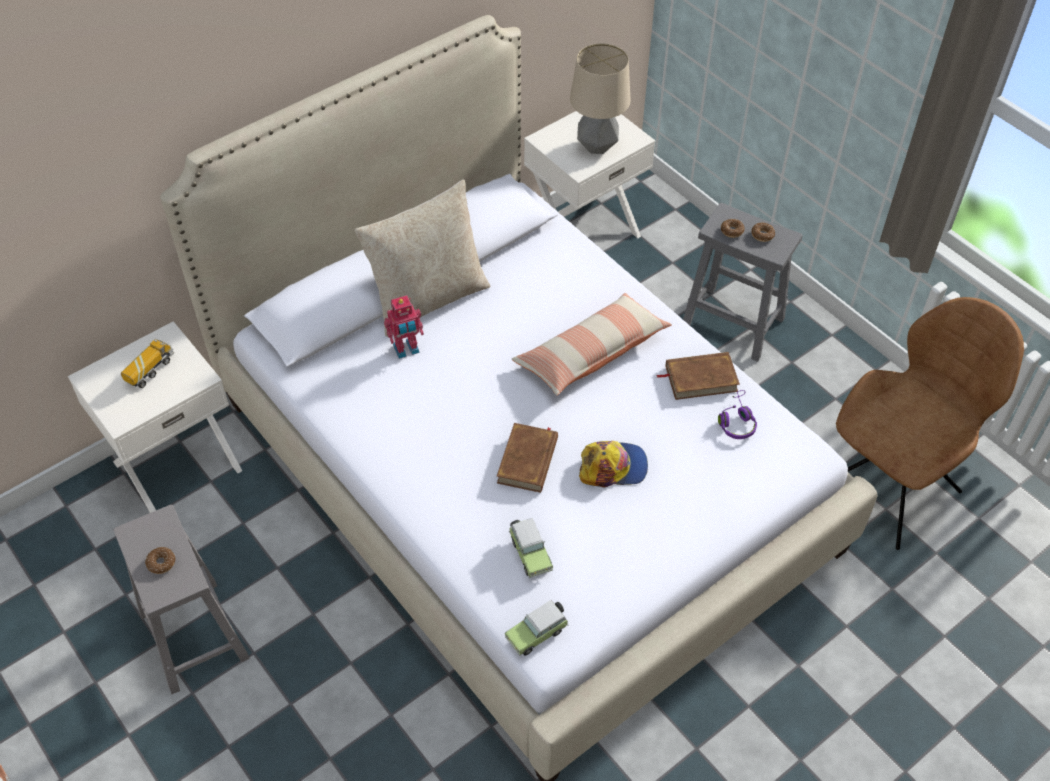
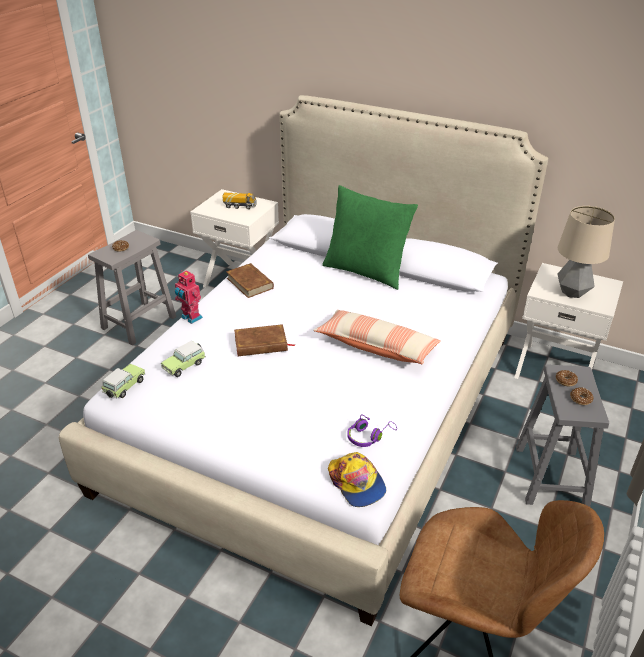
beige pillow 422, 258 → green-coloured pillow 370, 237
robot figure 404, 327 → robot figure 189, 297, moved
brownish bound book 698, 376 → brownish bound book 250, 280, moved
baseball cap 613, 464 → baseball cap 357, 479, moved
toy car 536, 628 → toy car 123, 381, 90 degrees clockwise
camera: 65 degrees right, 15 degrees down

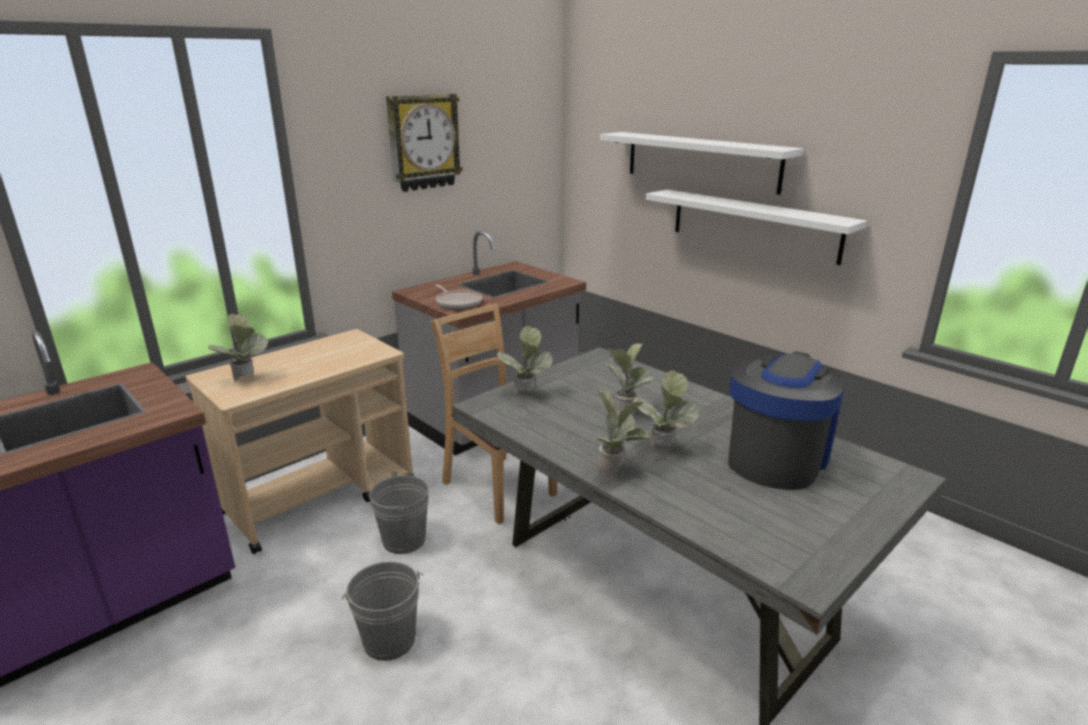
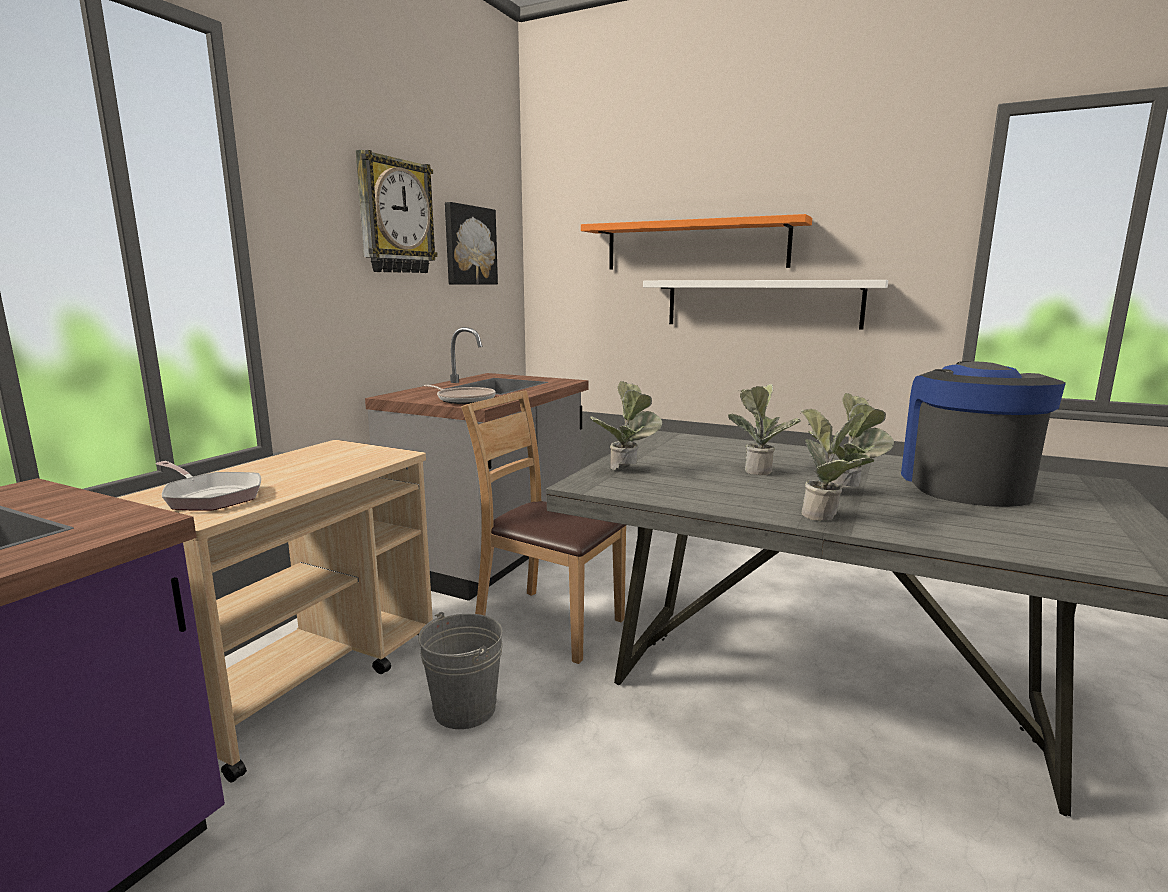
white bracket shelf 702, 163 → orange-coloured bracket shelf 696, 242
potted plant 238, 347 → pan 208, 486
gray water bucket 382, 611 → -
- → wall picture 471, 243
camera: 20 degrees left, 10 degrees down

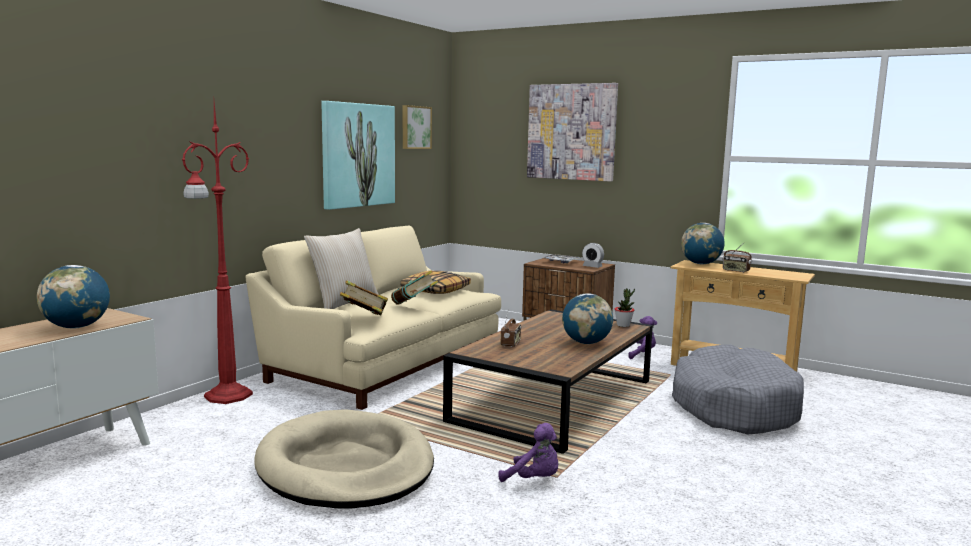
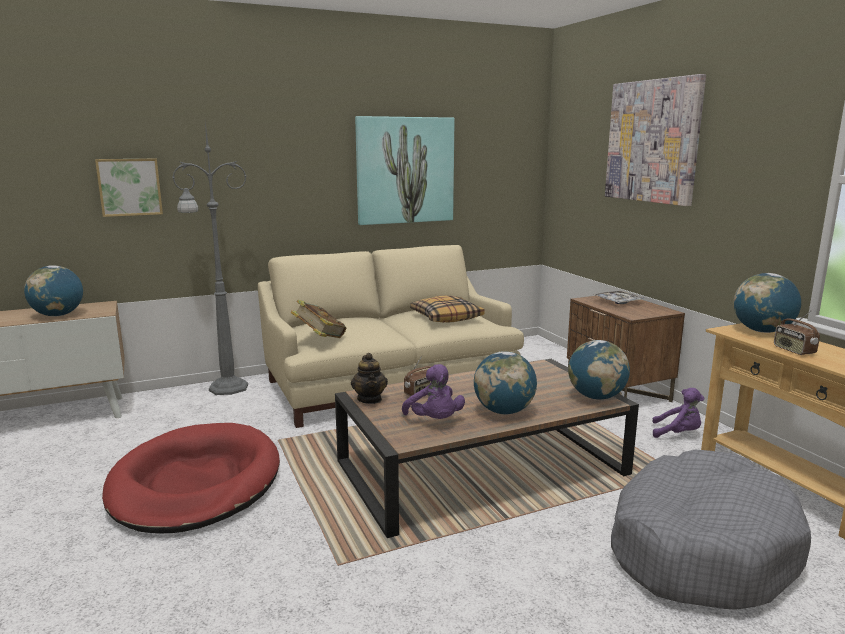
red-coloured standard lamp 217, 253 → gray standard lamp 210, 258
wall picture 417, 127 → wall picture 129, 188, moved
beige pillow 341, 268 → -
bedside clock 593, 255 → -
bound book 414, 287 → -
potted plant 625, 308 → globe 599, 370
beige pet bed 344, 458 → red-coloured pet bed 191, 478
purple-coloured cuddly toy 528, 452 → purple-coloured cuddly toy 433, 391, moved
- → pot for tea 369, 378
camera: 35 degrees right, 5 degrees up

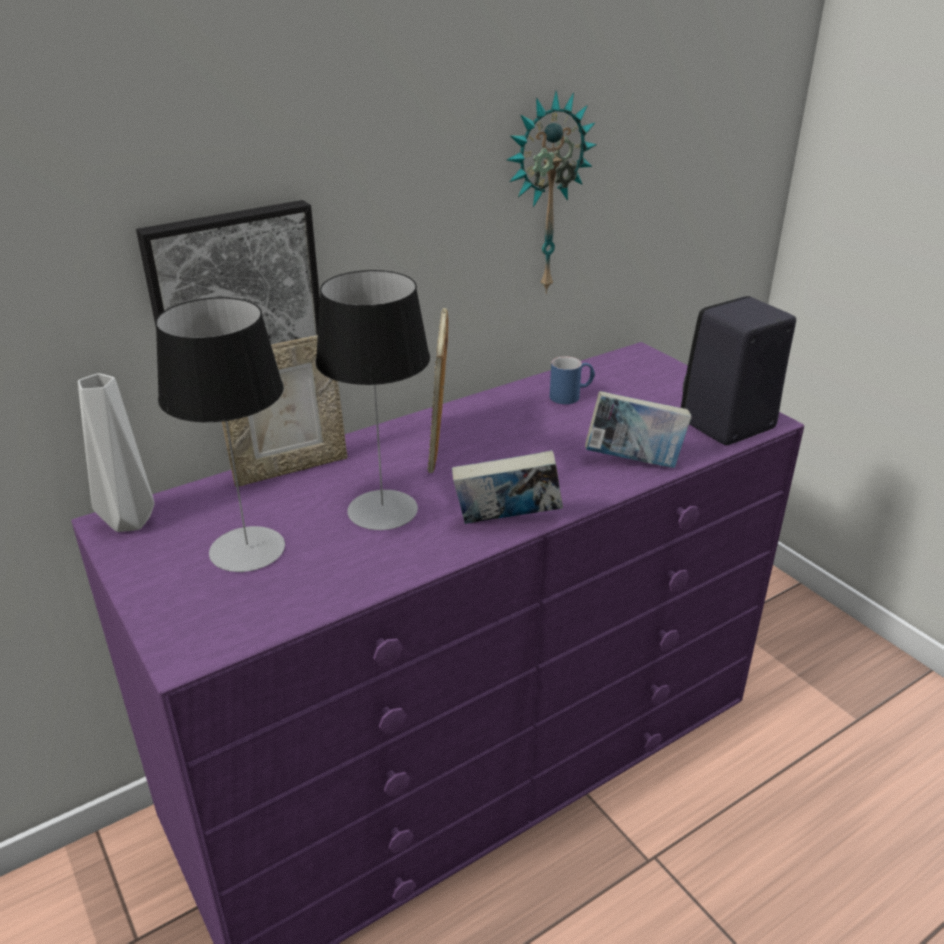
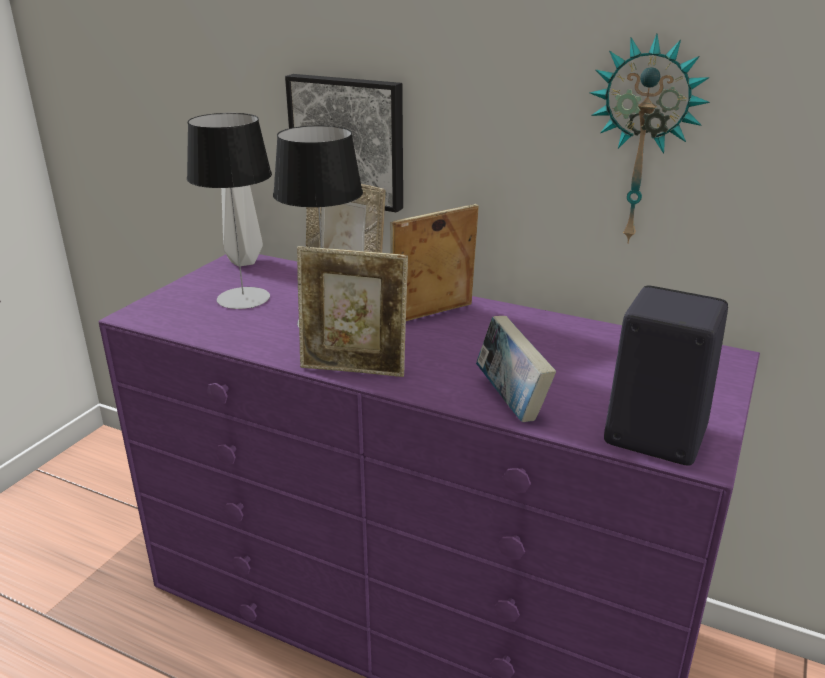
blue-coloured coffee mug 572, 380 → -
bound book 507, 487 → standing frame 352, 311
camera: 60 degrees right, 5 degrees down

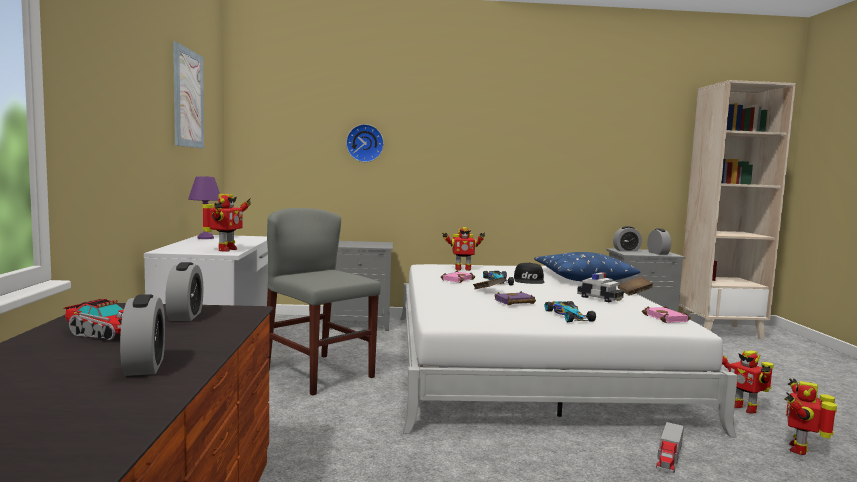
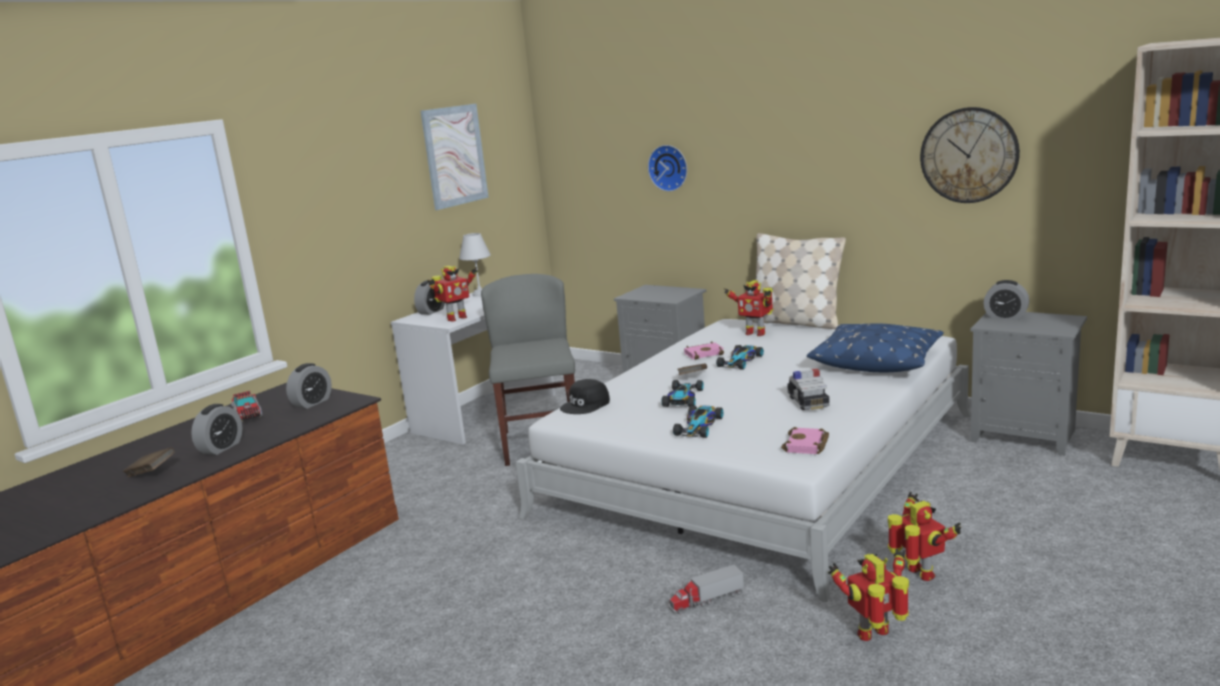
purple-coloured table lamp 204, 207 → white table lamp 475, 265
bedside clock 659, 241 → bedside clock 429, 297, moved
black baseball cap 529, 273 → black baseball cap 585, 396, moved
brownish bound book 635, 286 → brownish bound book 149, 462, moved
purple-coloured bound book 515, 298 → toy car 682, 393
robot figure 748, 381 → robot figure 924, 536, 150 degrees clockwise
- → hanging clock 970, 155
- → beige pillow 799, 281
camera: 40 degrees right, 10 degrees up

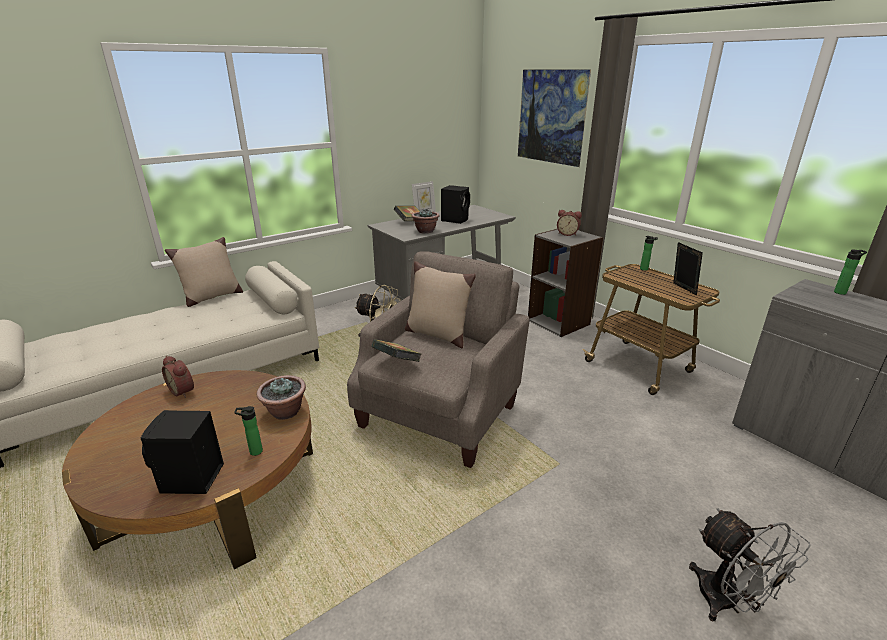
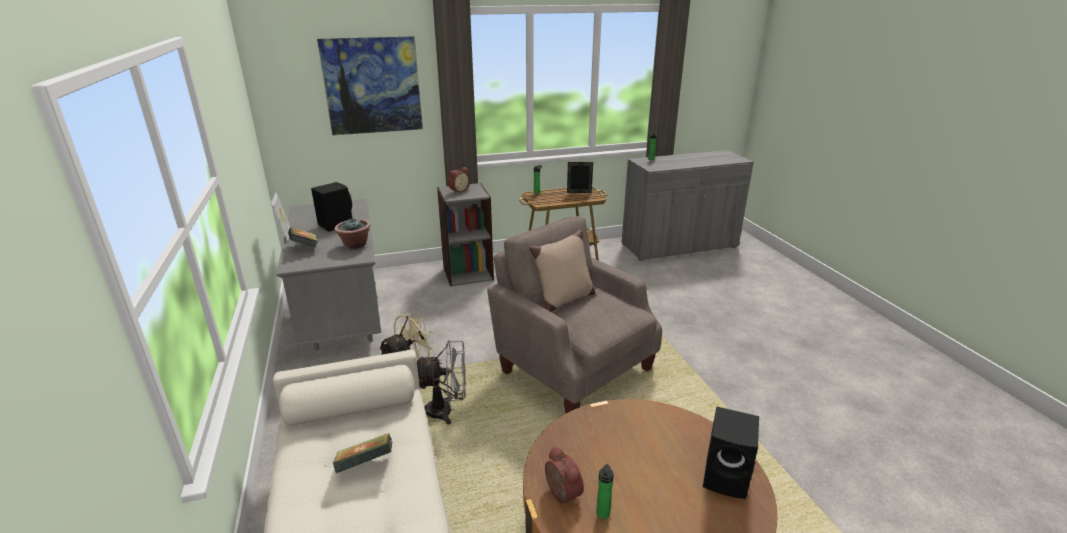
beige pillow 204, 272 → -
bound book 396, 350 → bound book 362, 453, moved
bedside clock 178, 377 → bedside clock 564, 475, 90 degrees counterclockwise
potted plant 281, 397 → -
beverage bottle 249, 431 → beverage bottle 605, 491, moved
gray fan 750, 565 → gray fan 441, 382, moved
camera: 70 degrees left, 0 degrees up

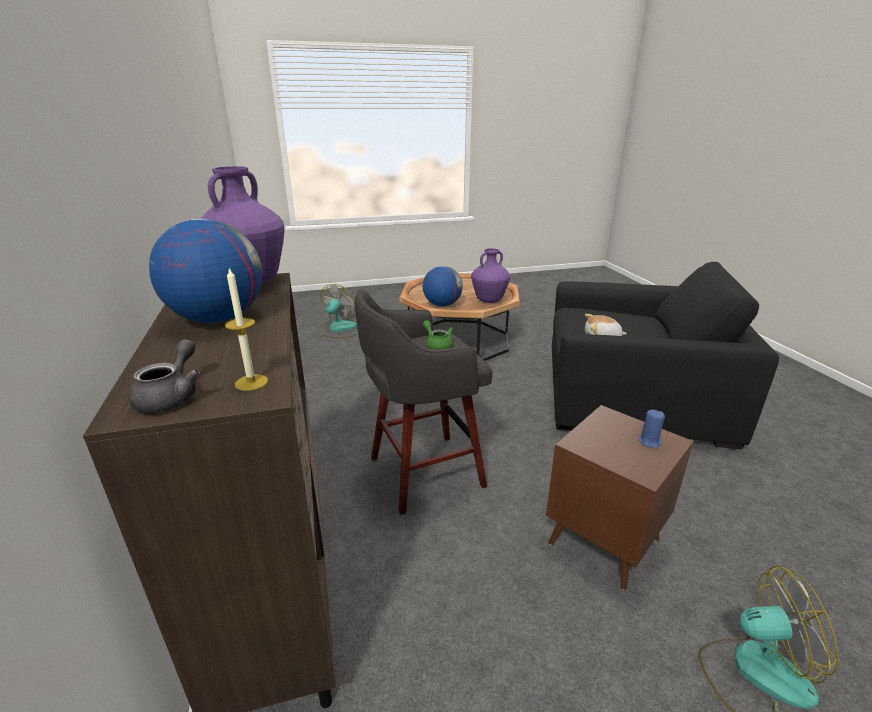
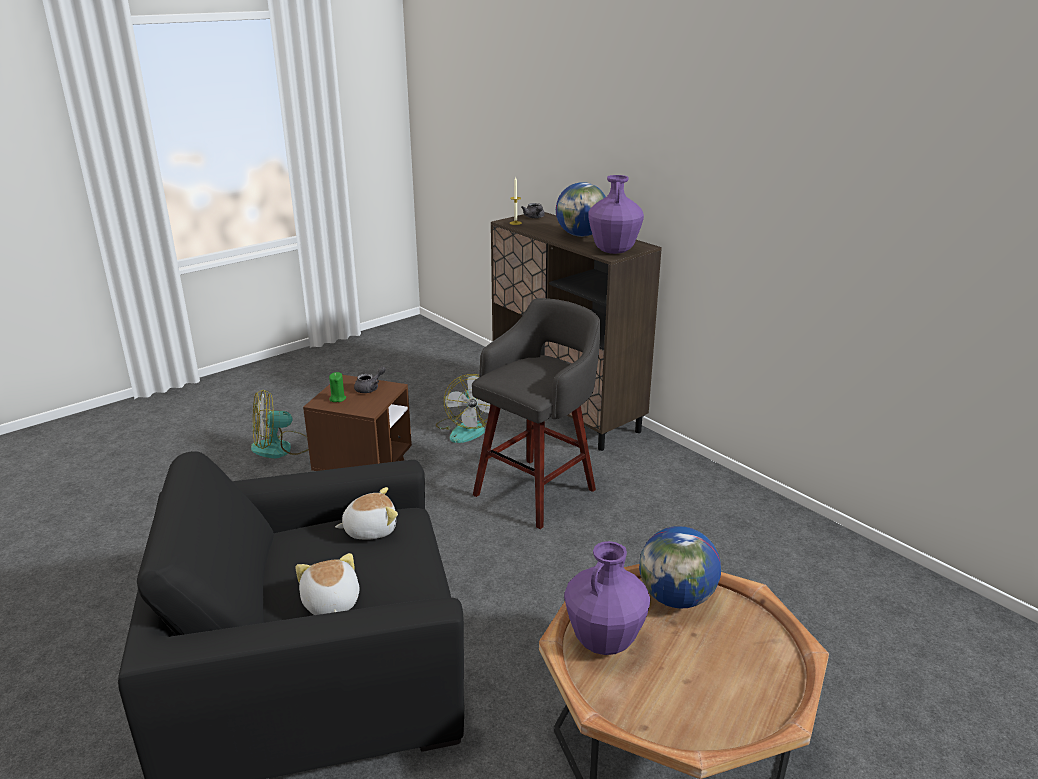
fan 339, 311 → fan 463, 408, moved
green-coloured pot for tea 438, 334 → -
blue-coloured candle 651, 429 → green-coloured candle 337, 387
- → gray pot for tea 370, 379
- → cuddly toy 327, 584
camera: 155 degrees right, 0 degrees up

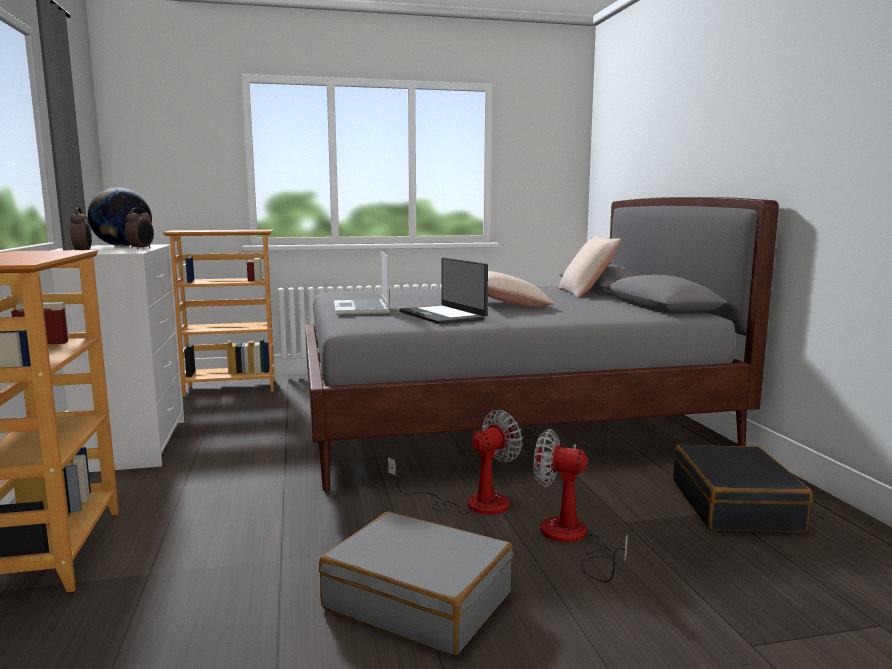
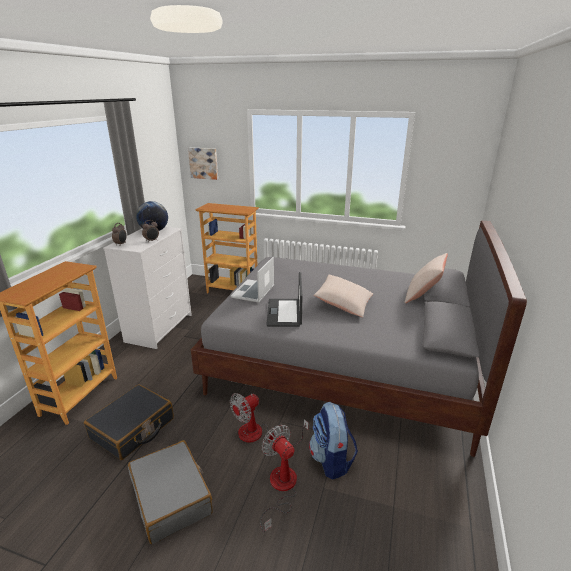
fan 455, 462 → fan 269, 419, 150 degrees clockwise
black piece of luggage 743, 489 → black piece of luggage 129, 422, moved
- → wall picture 203, 163
- → rucksack 333, 440
camera: 30 degrees right, 15 degrees up

